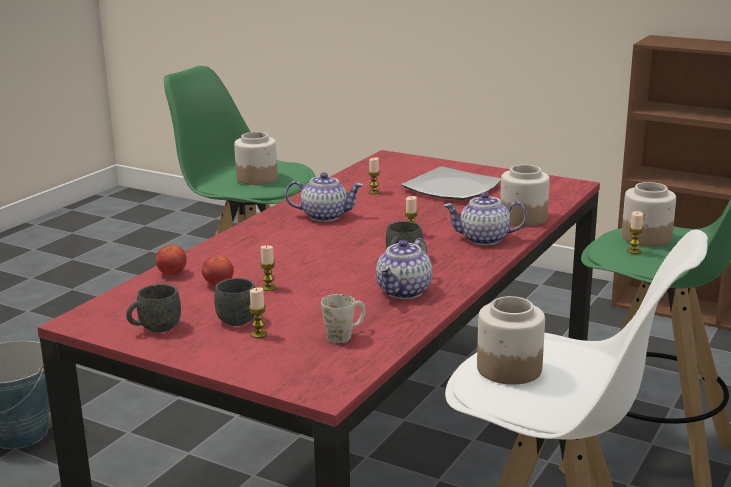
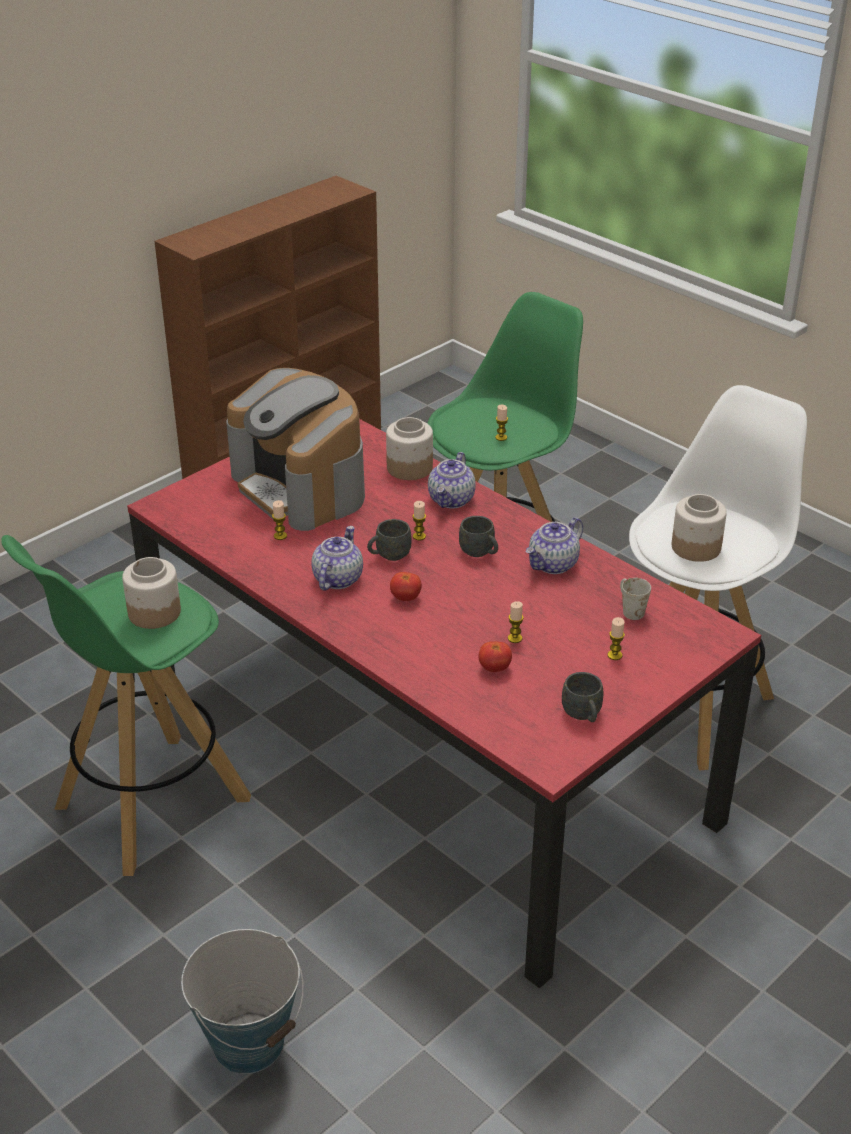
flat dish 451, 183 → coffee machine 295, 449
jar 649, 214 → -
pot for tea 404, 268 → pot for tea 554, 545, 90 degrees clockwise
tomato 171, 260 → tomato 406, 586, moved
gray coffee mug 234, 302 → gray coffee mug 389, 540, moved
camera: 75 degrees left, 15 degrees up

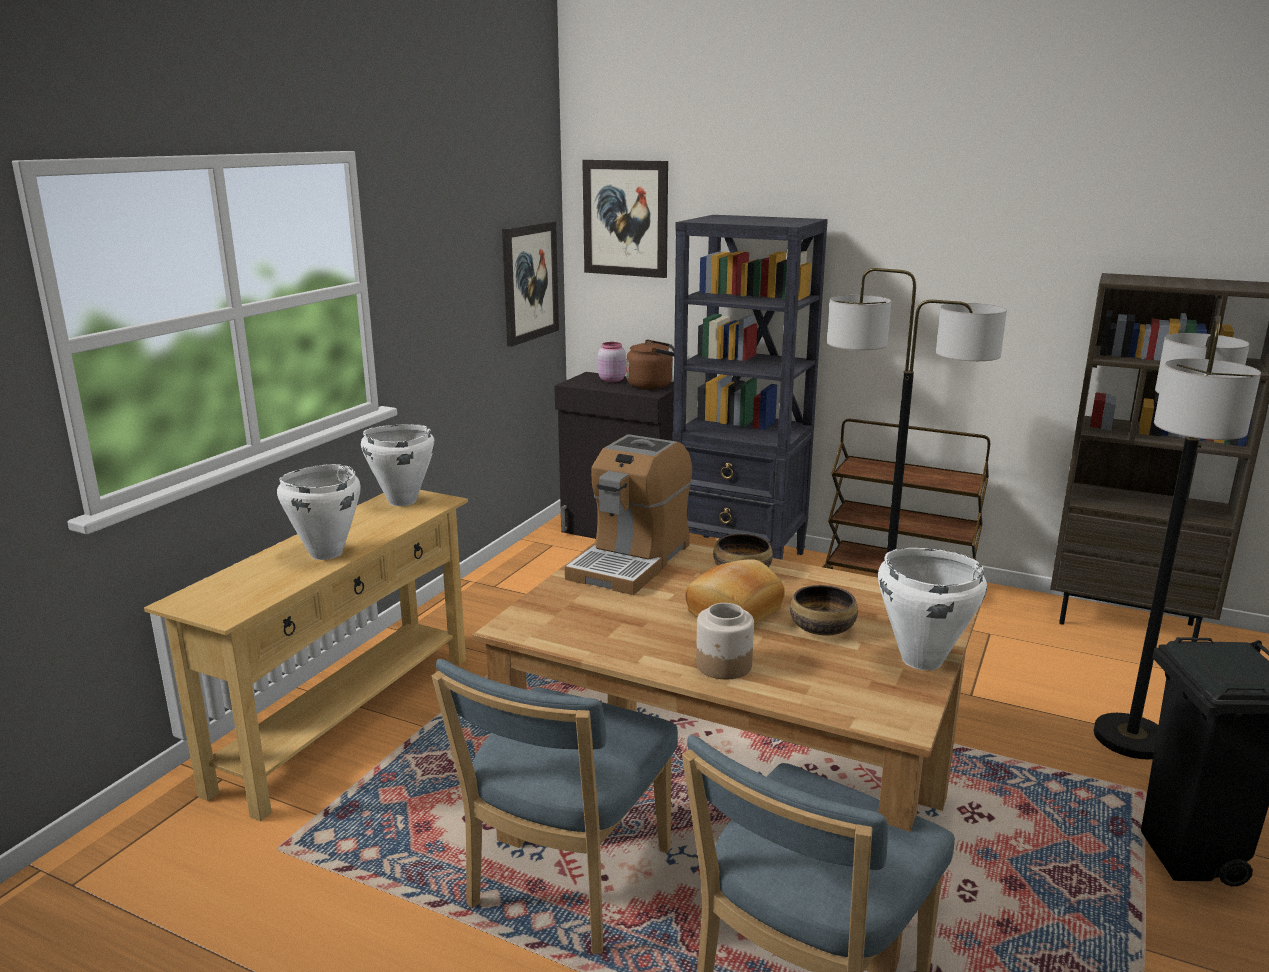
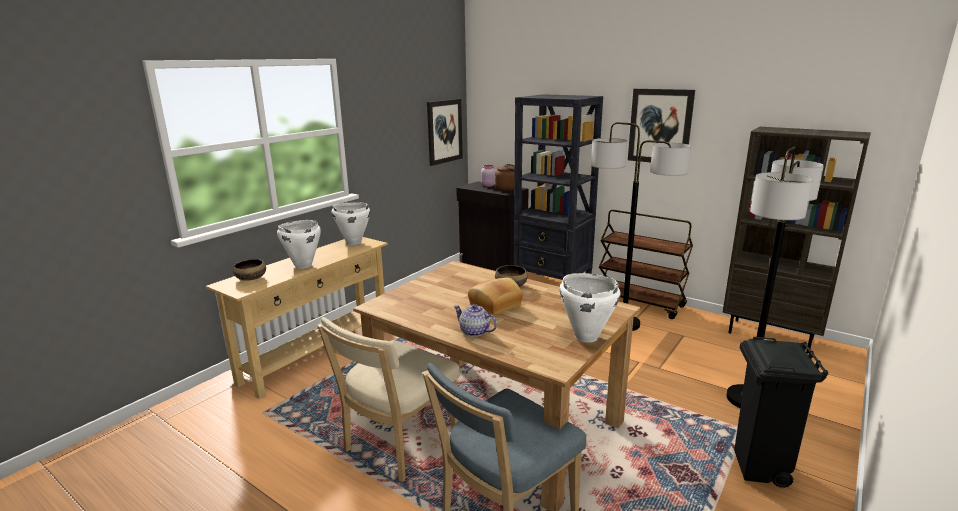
wall picture 625, 219 → wall picture 661, 126, moved
coffee machine 628, 514 → -
deep dish 824, 610 → deep dish 249, 270, moved
jar 725, 641 → pot for tea 475, 320
blue-coloured plain chair 555, 806 → beige plain chair 388, 399
camera: 10 degrees right, 0 degrees up

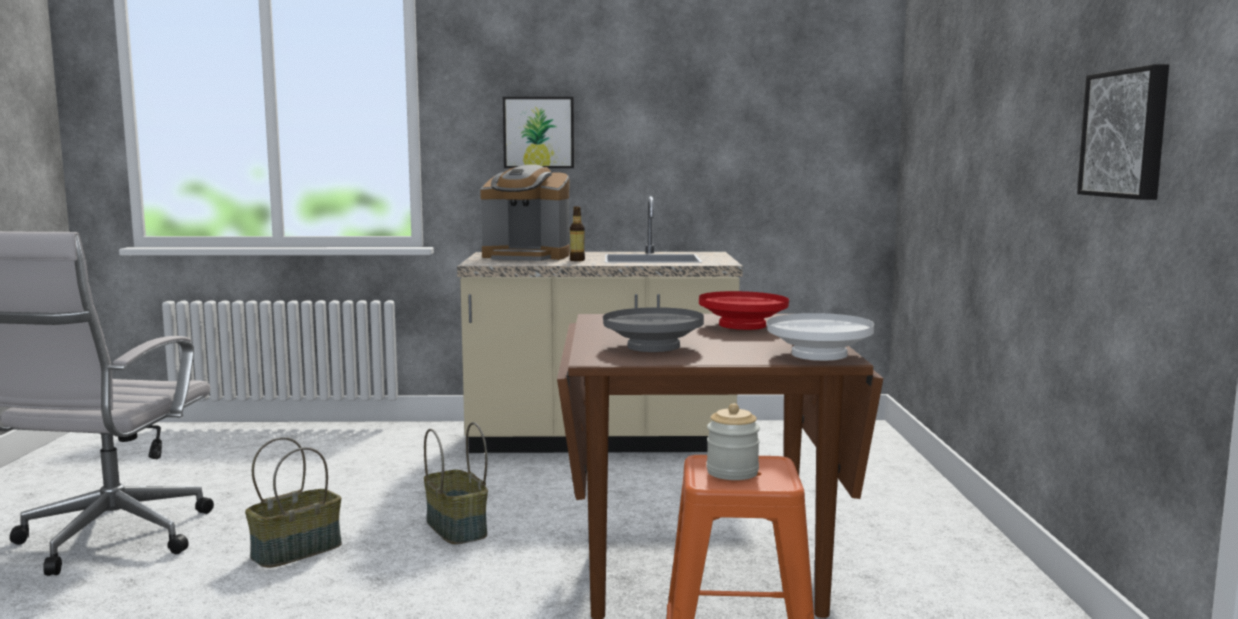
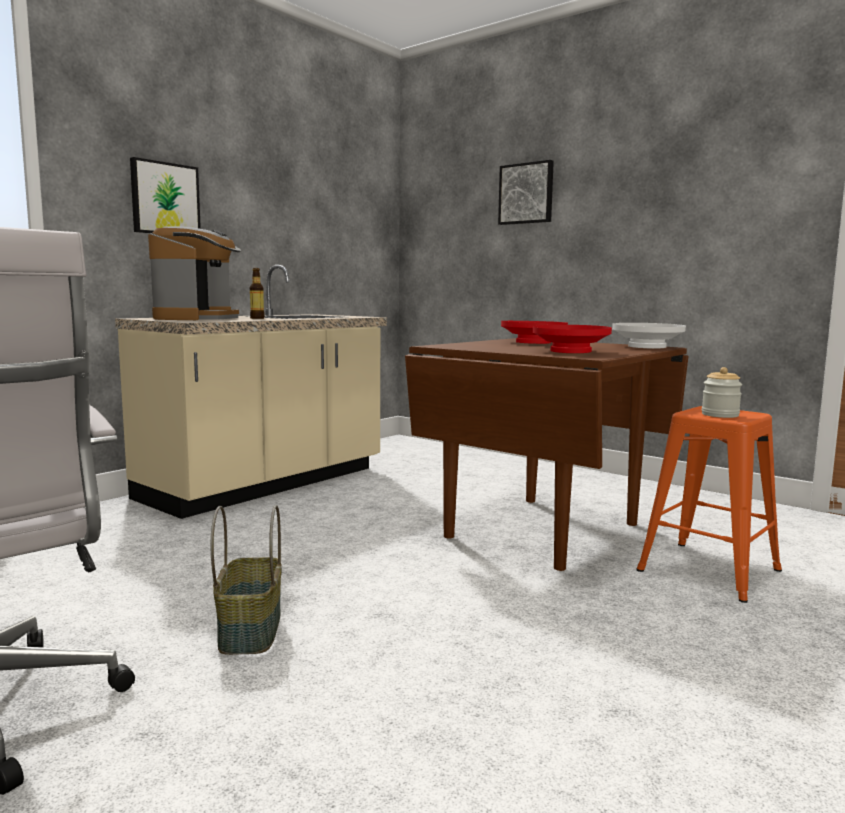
wall picture 1123, 132 → wall picture 526, 192, moved
coffee machine 525, 213 → coffee machine 194, 273, 45 degrees counterclockwise
gray deep dish 653, 329 → red-coloured deep dish 572, 339
household basket 456, 483 → -
camera: 50 degrees left, 0 degrees up

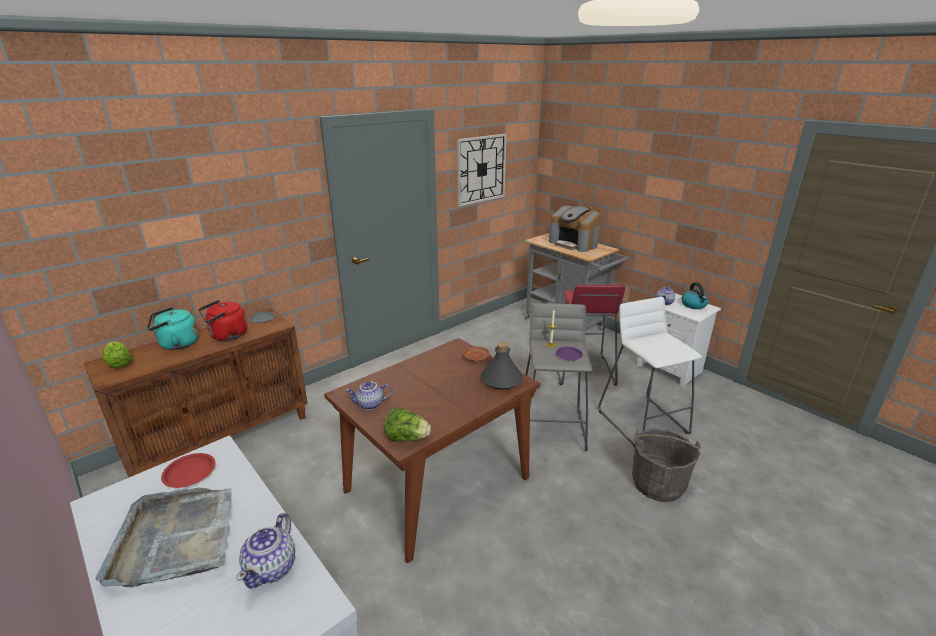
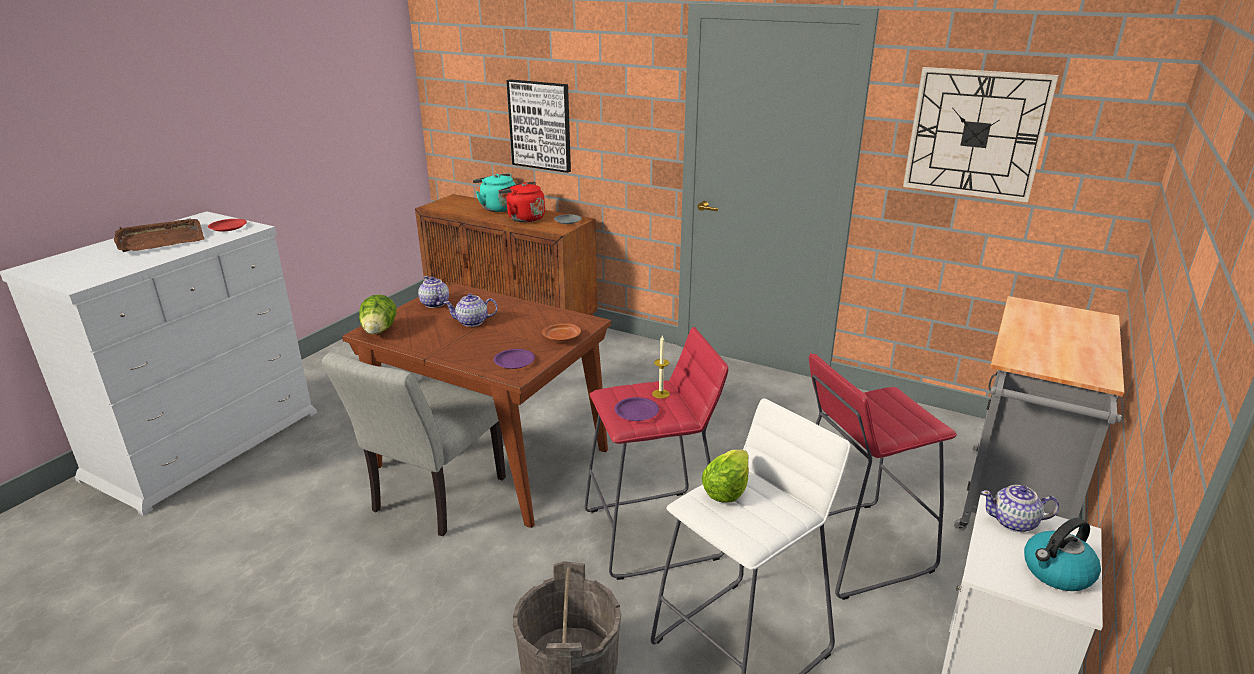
coffee machine 574, 229 → -
gray sitting stool 558, 377 → red-coloured sitting stool 656, 453
lettuce head 117, 354 → lettuce head 725, 476, moved
gray beverage bottle 501, 365 → purple-coloured flat dish 514, 359
gray serving tray 164, 537 → brownish serving tray 159, 235
pot for tea 266, 551 → pot for tea 471, 310, moved
- → wall picture 539, 126
- → gray plain chair 414, 444
camera: 70 degrees right, 0 degrees up

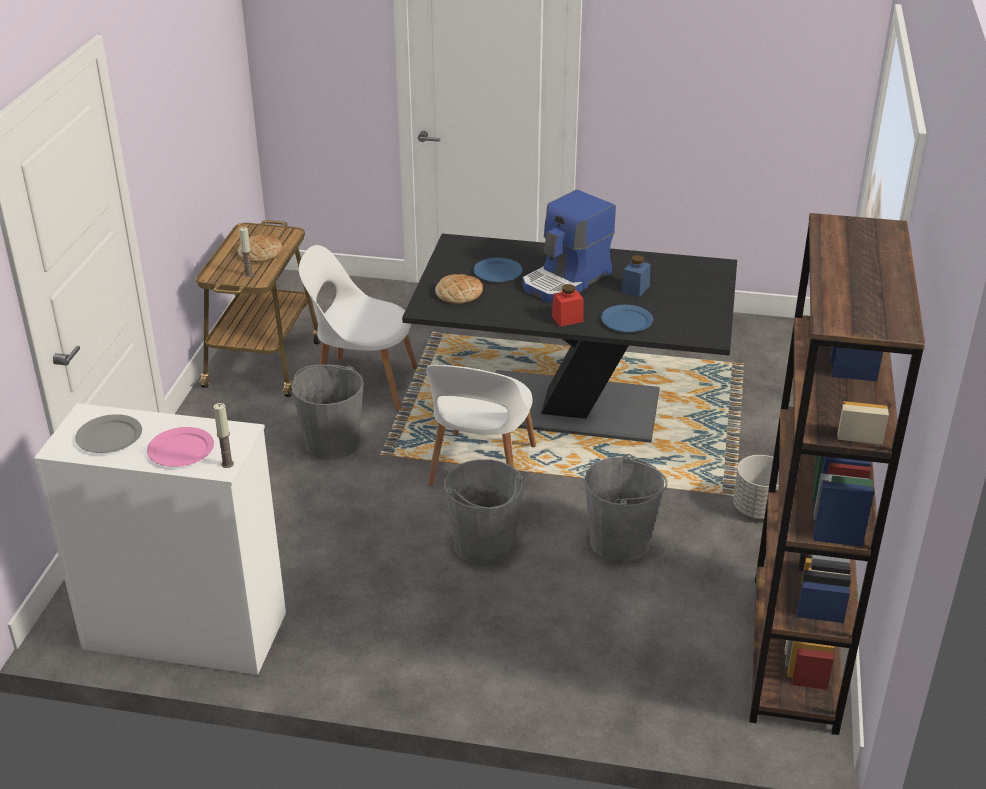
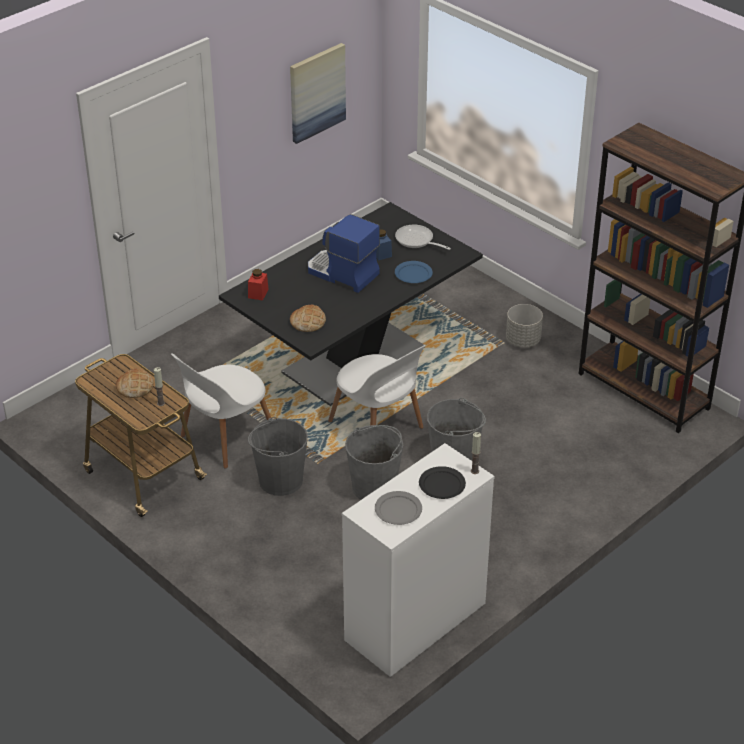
coffee machine 569, 246 → coffee machine 344, 253, 135 degrees clockwise
blue-coloured flat dish 498, 270 → -
red-coloured jar 568, 305 → red-coloured jar 258, 284, moved
pink-coloured flat dish 180, 447 → black flat dish 442, 482
gray water bucket 626, 508 → gray water bucket 374, 462, moved
- → wall picture 318, 93
- → pan 423, 237
camera: 55 degrees left, 5 degrees up

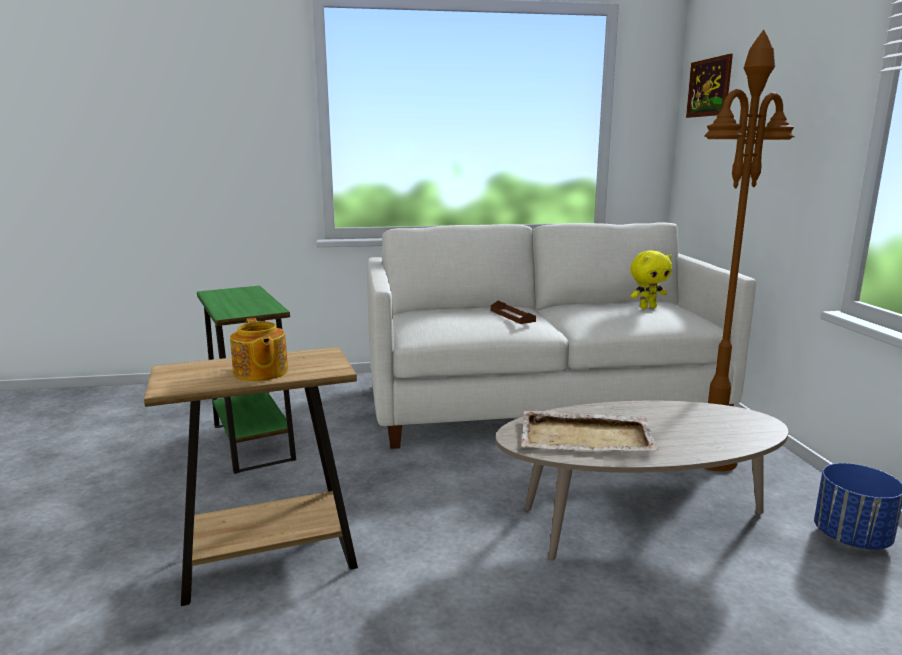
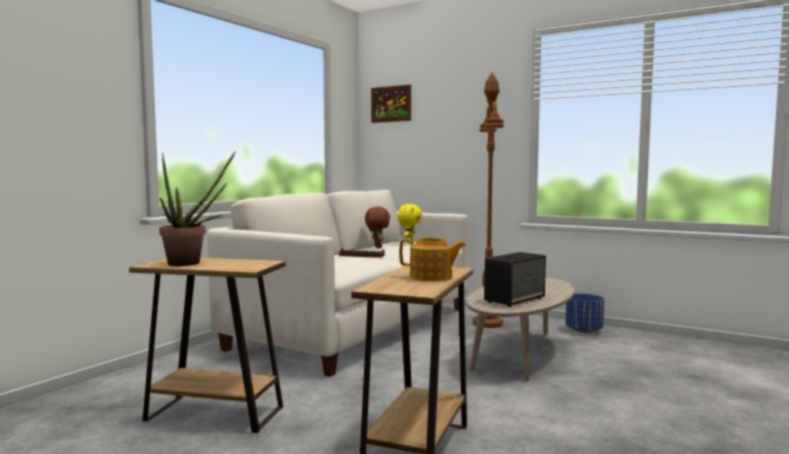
green-coloured side table 246, 380 → brownish side table 207, 345
beige serving tray 589, 431 → audio speaker 515, 279
- → potted plant 197, 208
- → brownish cuddly toy 377, 227
camera: 50 degrees left, 10 degrees down

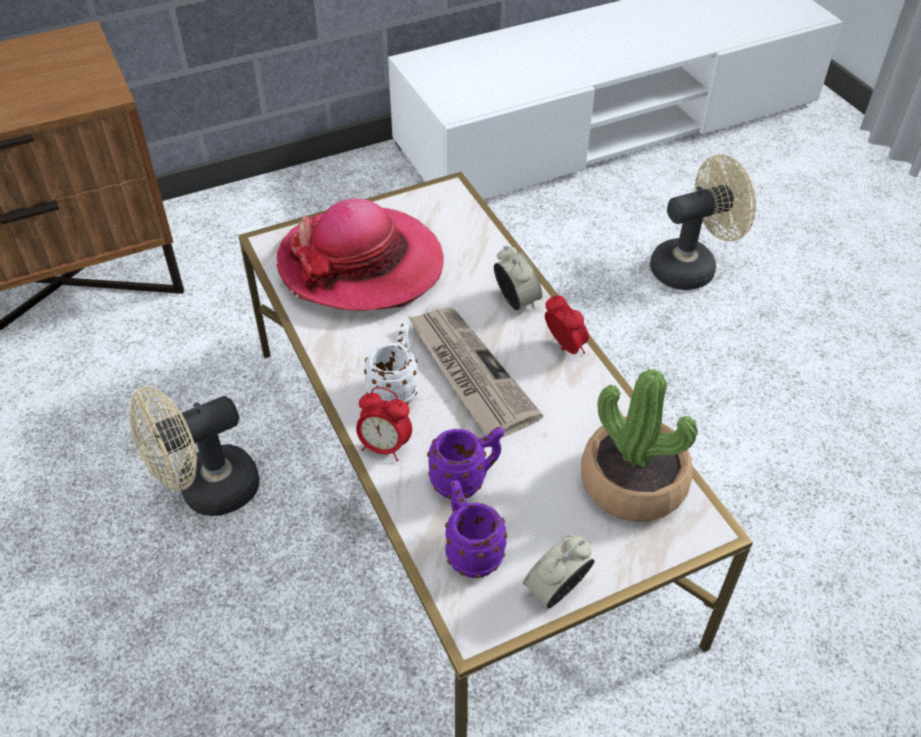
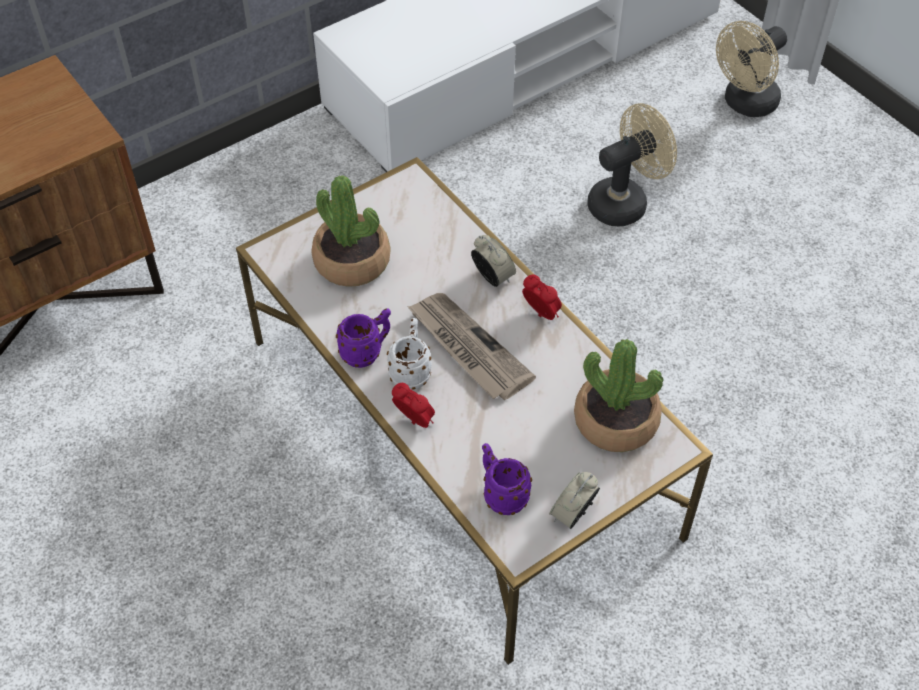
hat 360, 255 → potted plant 351, 231
beige fan 194, 451 → beige fan 751, 69, moved
bedside clock 384, 424 → bedside clock 413, 405, 150 degrees counterclockwise
purple-coloured coffee mug 465, 463 → purple-coloured coffee mug 363, 338, moved
camera: 10 degrees left, 5 degrees up

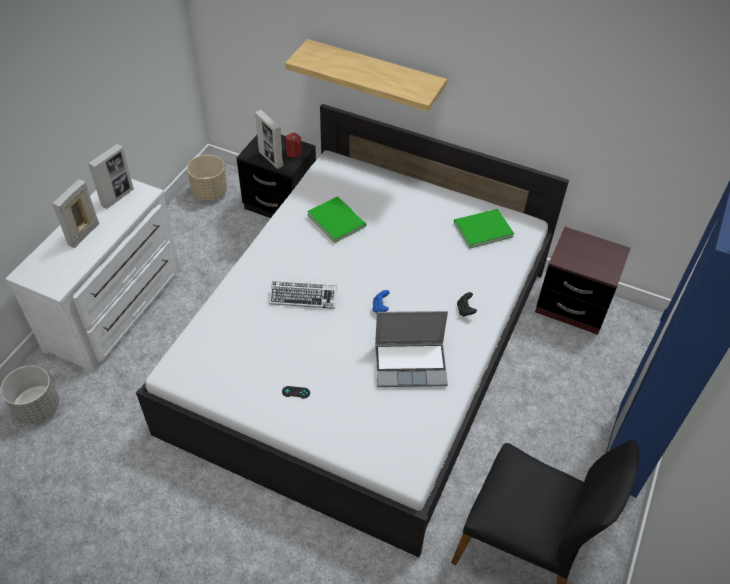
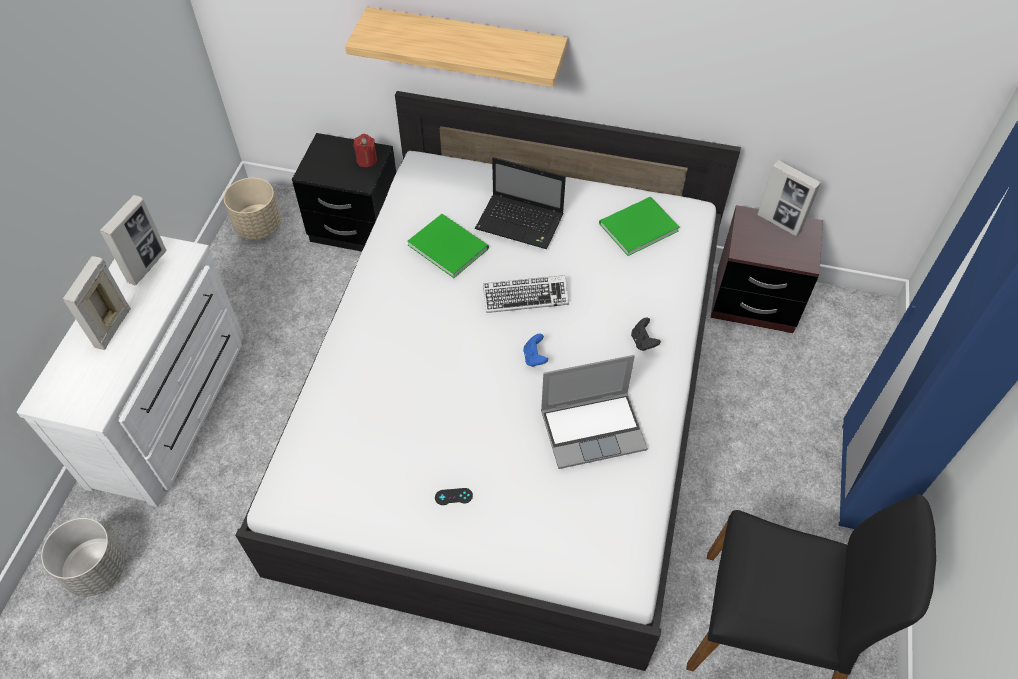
standing frame 269, 139 → standing frame 789, 198, moved
PC keyboard 303, 295 → PC keyboard 526, 294, moved
- → portable computer 520, 203
camera: 10 degrees left, 5 degrees up

